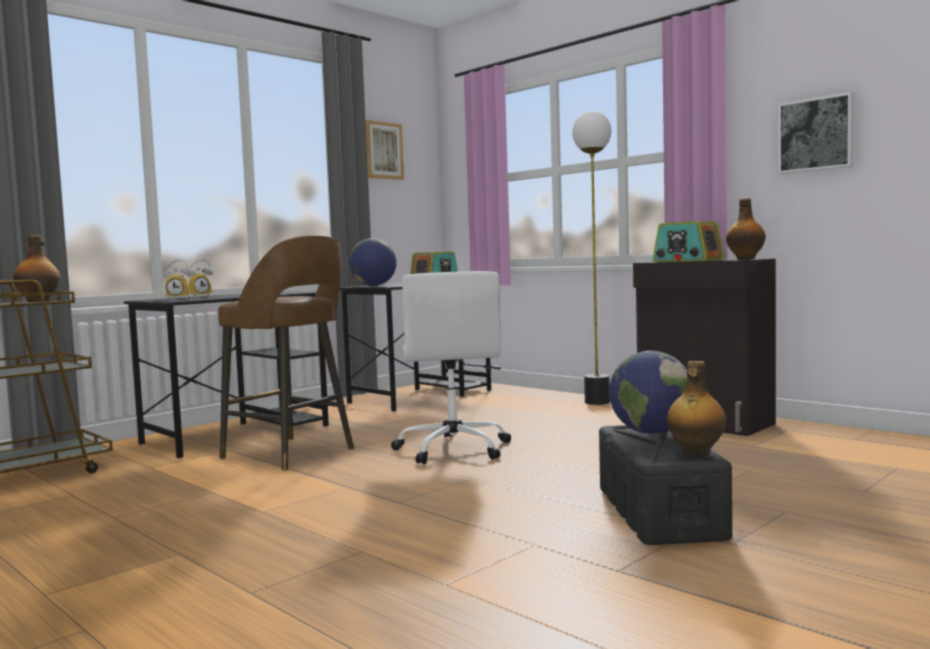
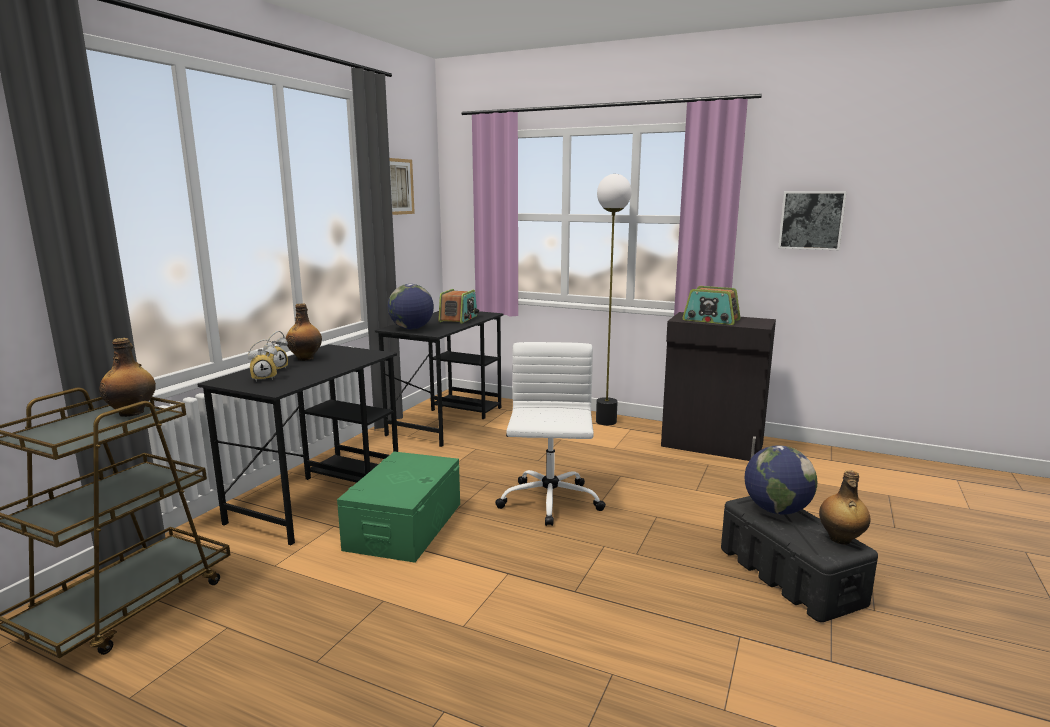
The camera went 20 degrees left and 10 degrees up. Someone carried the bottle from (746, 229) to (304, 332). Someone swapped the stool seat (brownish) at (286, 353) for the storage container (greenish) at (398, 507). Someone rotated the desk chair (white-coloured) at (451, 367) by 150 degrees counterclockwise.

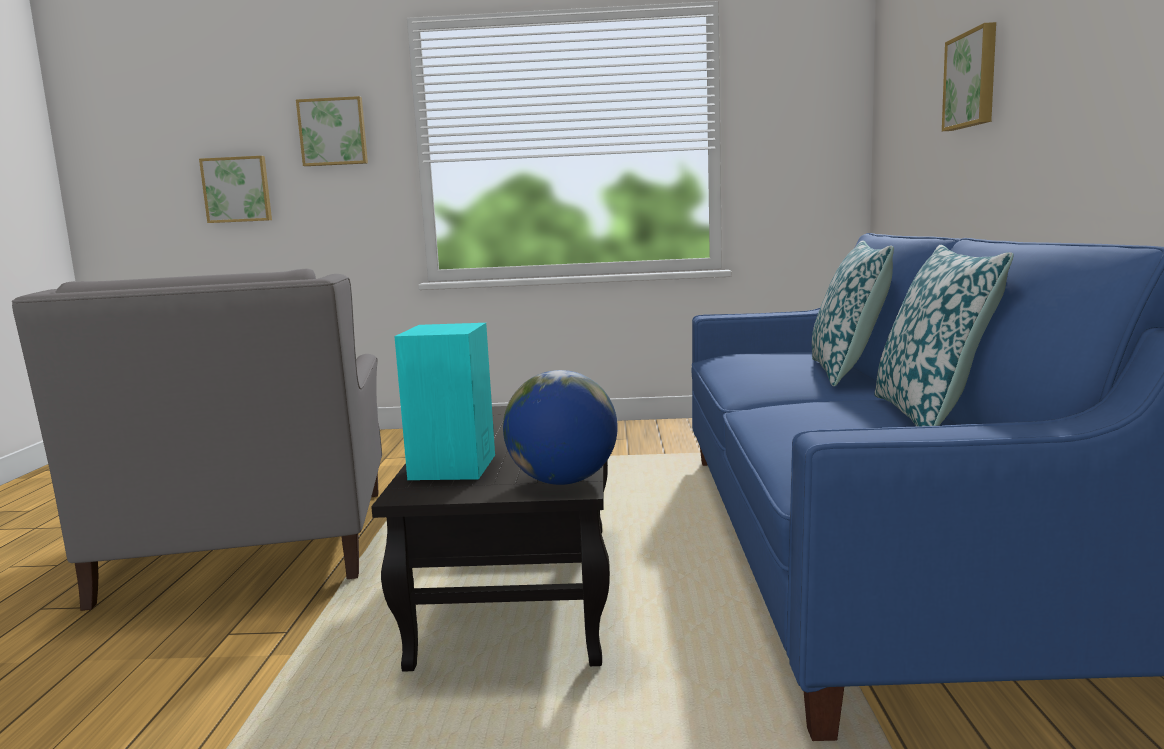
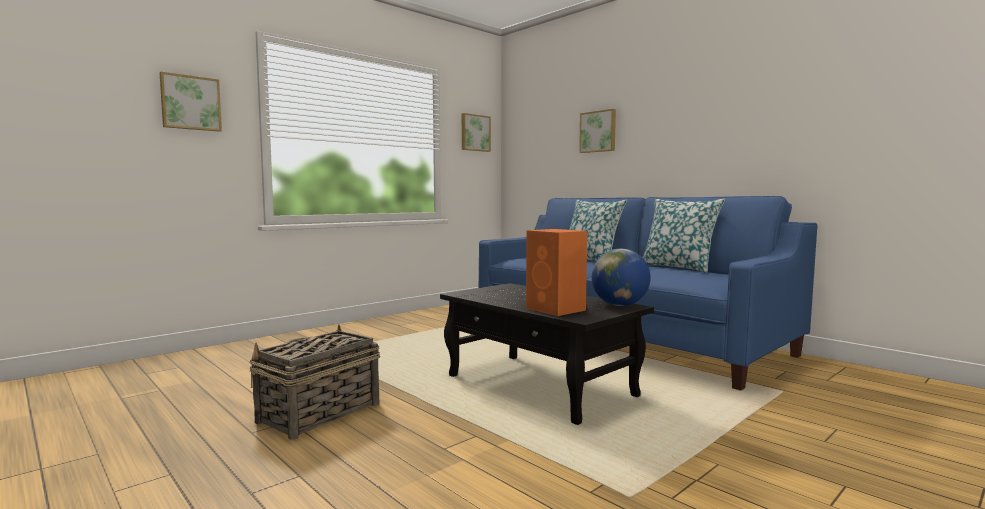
The camera went 45 degrees left and 5 degrees down. Someone carried the wall picture from (235, 189) to (476, 132). Someone swapped the easy chair (gray) at (197, 439) for the basket at (314, 382). Someone repainted the audio speaker (turquoise) at (444, 401), which became the audio speaker (orangey) at (556, 272).

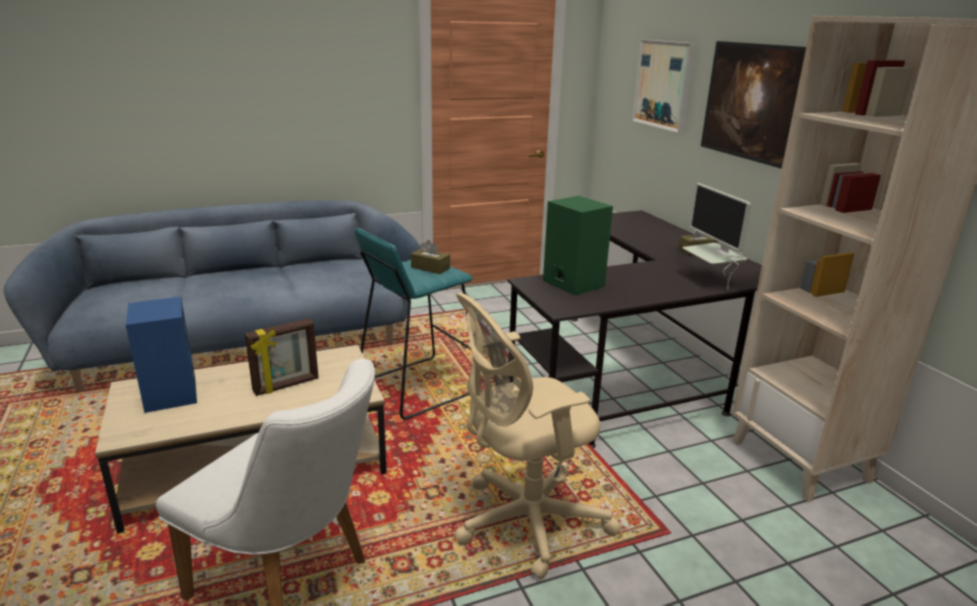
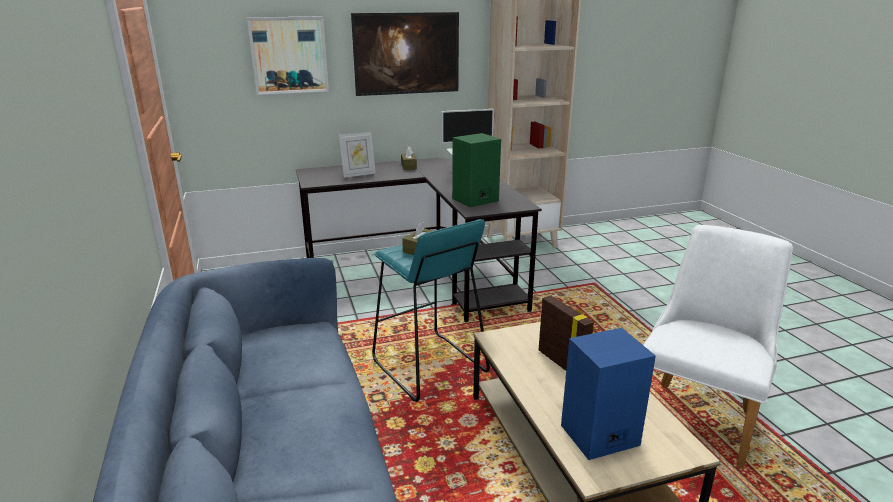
The camera went 85 degrees left and 0 degrees up. Someone took away the desk chair (sand-coloured) at (537, 436). Someone put down the picture frame at (357, 155).

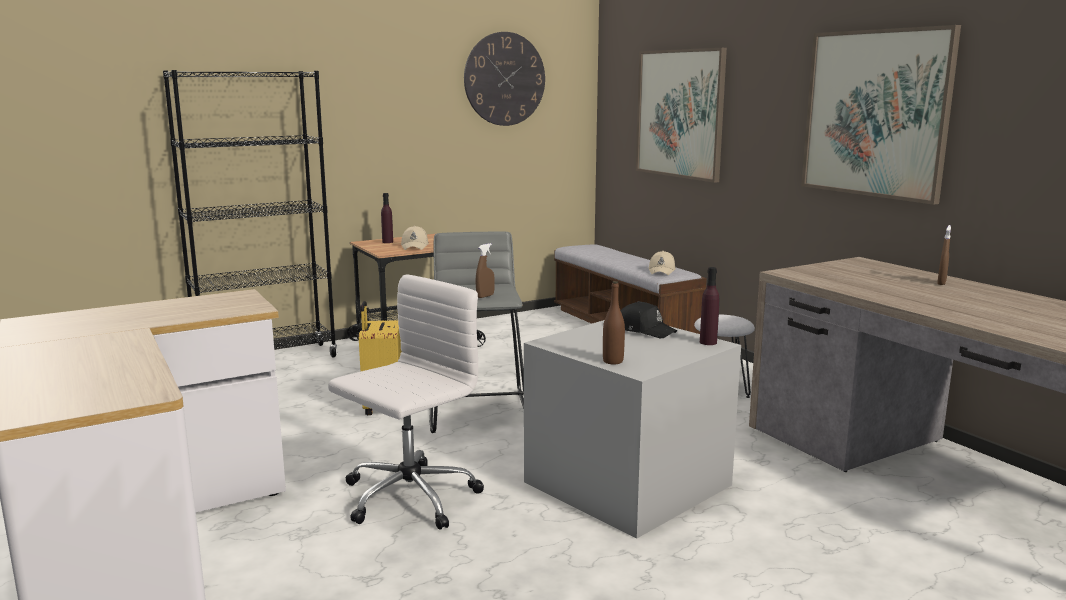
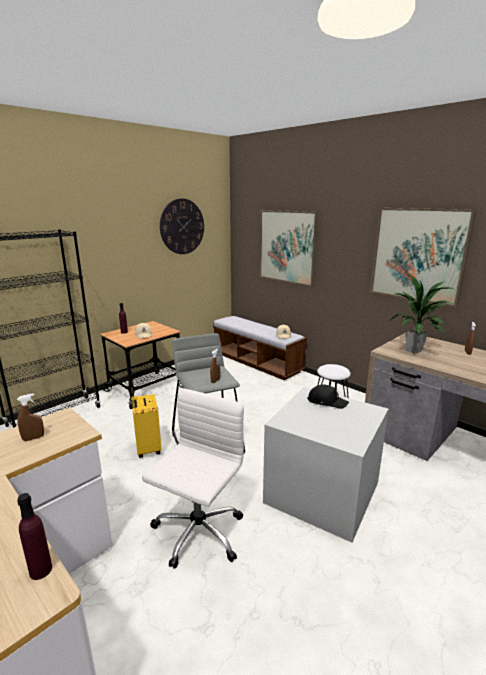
The camera went 15 degrees left and 5 degrees up. Someone carried the bottle (purple-coloured) from (709, 306) to (34, 536). Someone took away the bottle (brownish) at (614, 322). Someone put down the plant in a pot at (424, 314). Someone put down the spray bottle (brownish) at (30, 417).

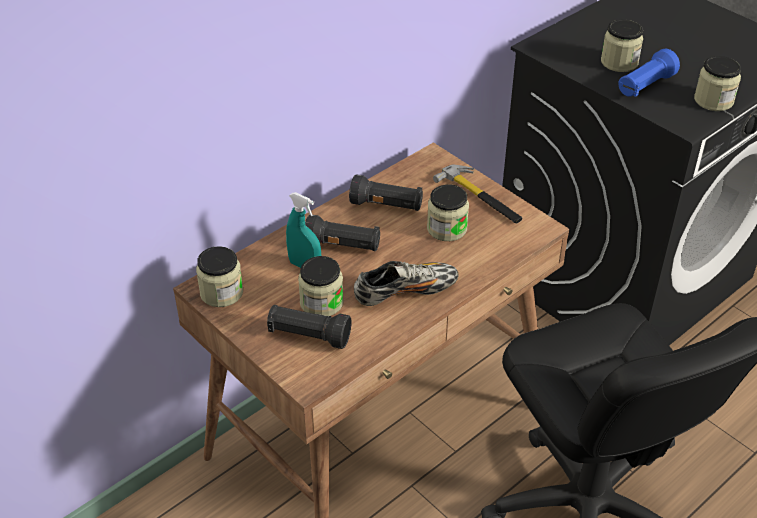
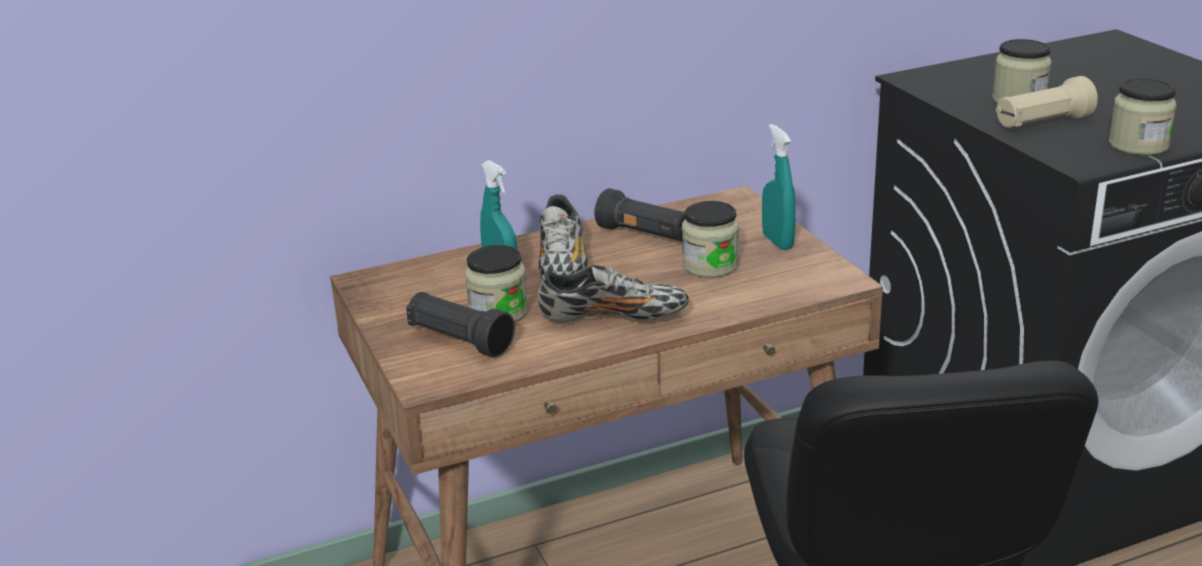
The camera went 20 degrees right and 15 degrees down. Someone repainted the hand torch (blue-coloured) at (649, 73), which became the hand torch (sand-coloured) at (1047, 102). Someone swapped the hammer at (477, 194) for the spray bottle (turquoise) at (779, 187). Someone swapped the hand torch (blackish) at (342, 233) for the low shoe at (563, 236). Someone took away the preserve jar at (219, 276).

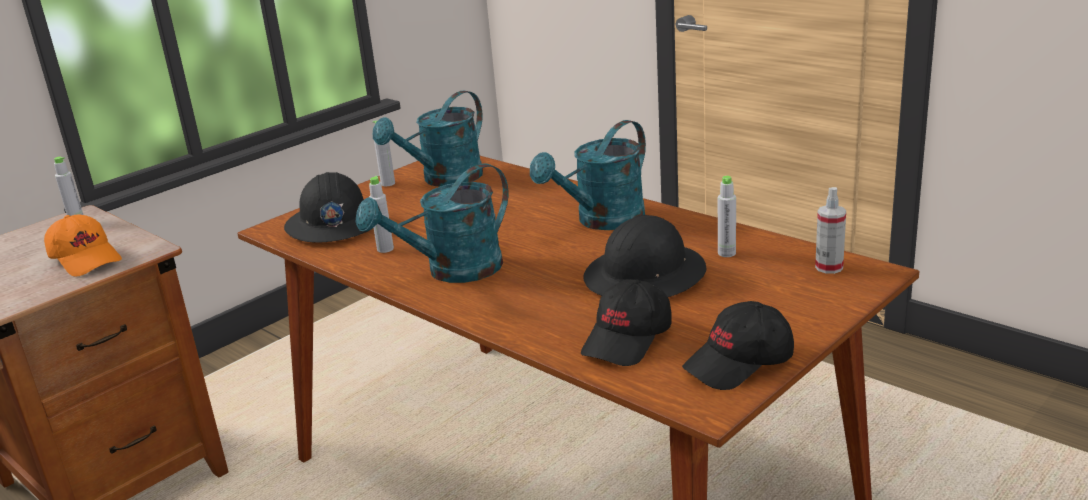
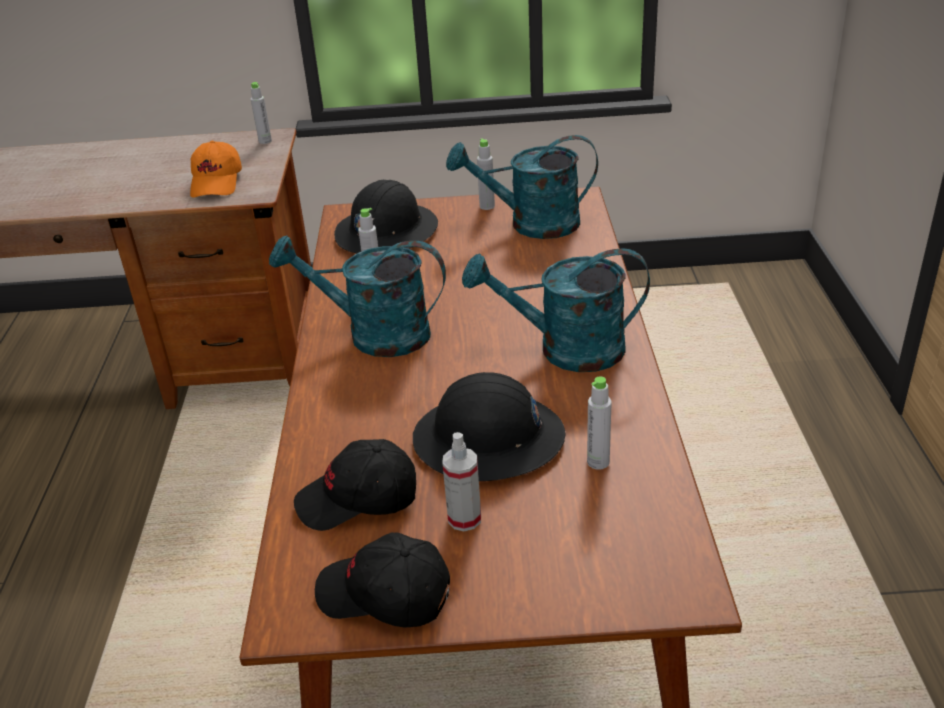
The camera went 45 degrees right and 10 degrees up. Someone carried the spray bottle from (830, 230) to (461, 481).

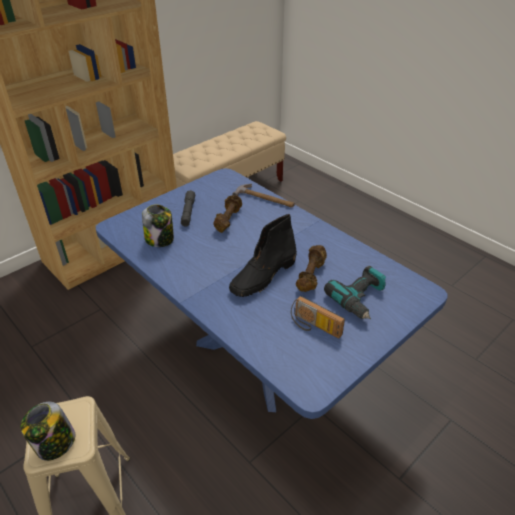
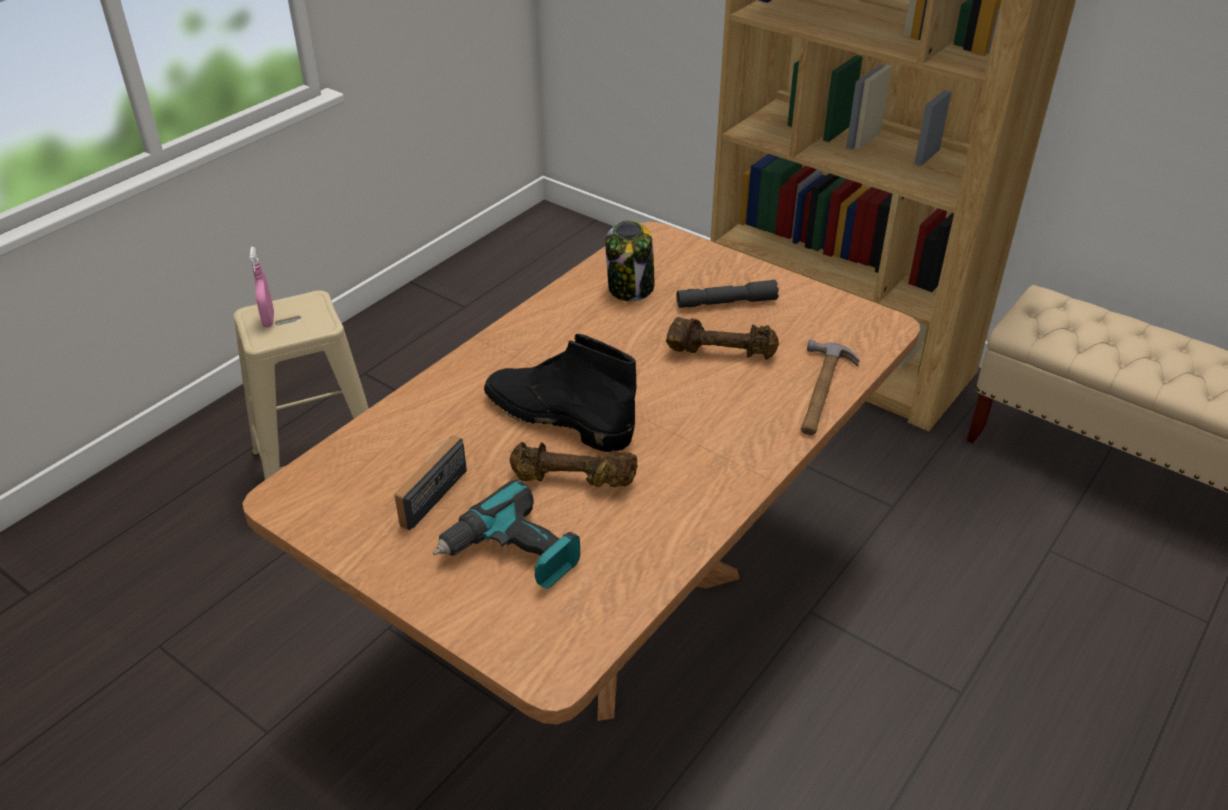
The camera went 80 degrees right and 0 degrees up. Someone repainted the kitchen table (blue-coloured) at (271, 293), which became the kitchen table (brownish) at (581, 473). Someone swapped the preserve jar at (47, 431) for the spray bottle (pinkish) at (261, 287).

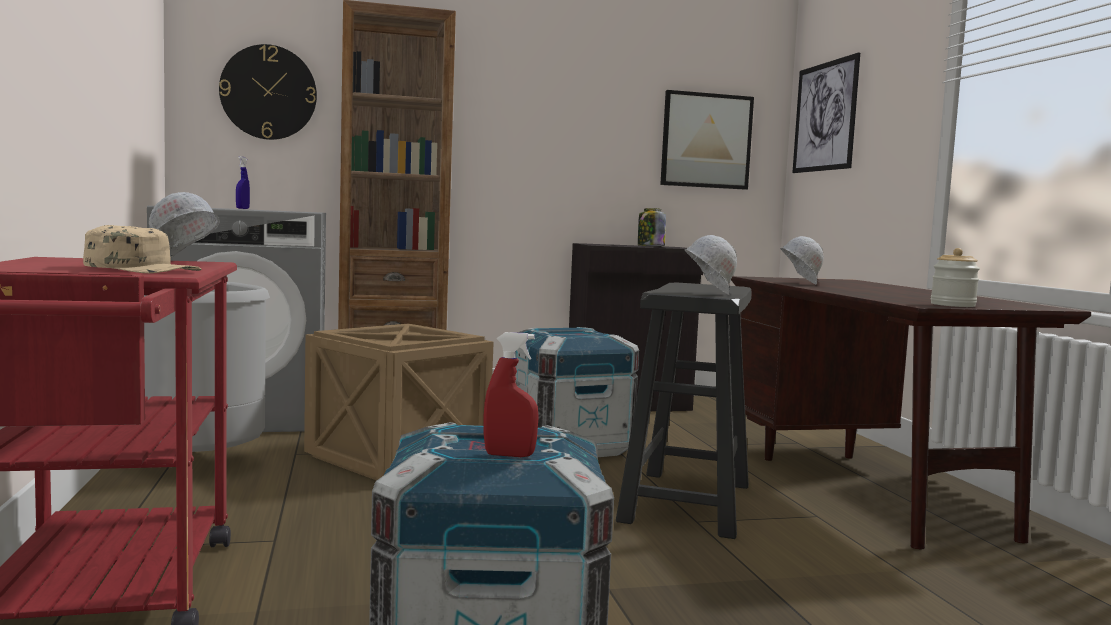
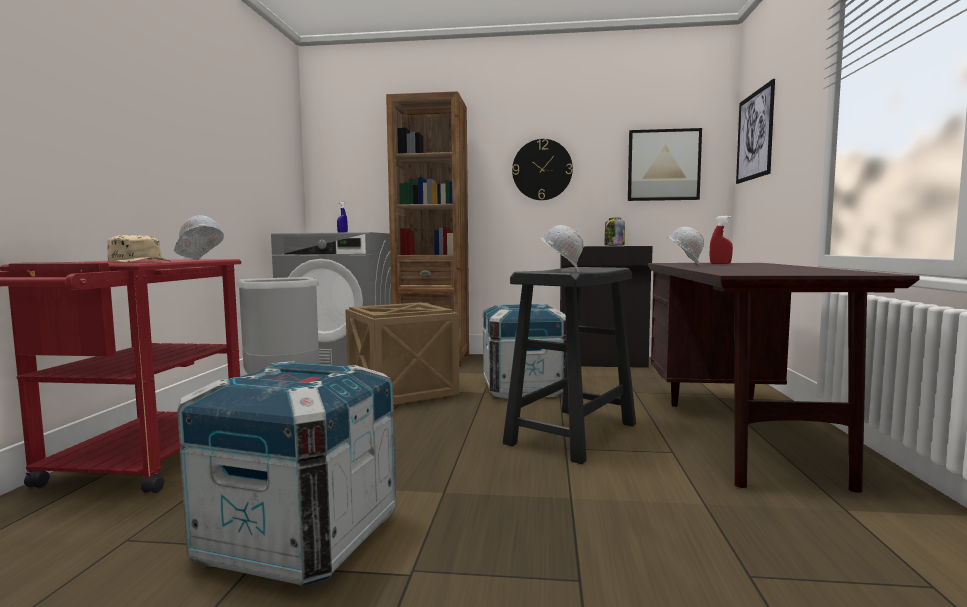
The camera went 20 degrees right and 0 degrees up. Someone carried the wall clock from (268, 92) to (542, 169). Someone took away the preserve jar at (955, 277). Someone carried the spray bottle (red-coloured) from (511, 394) to (721, 240).

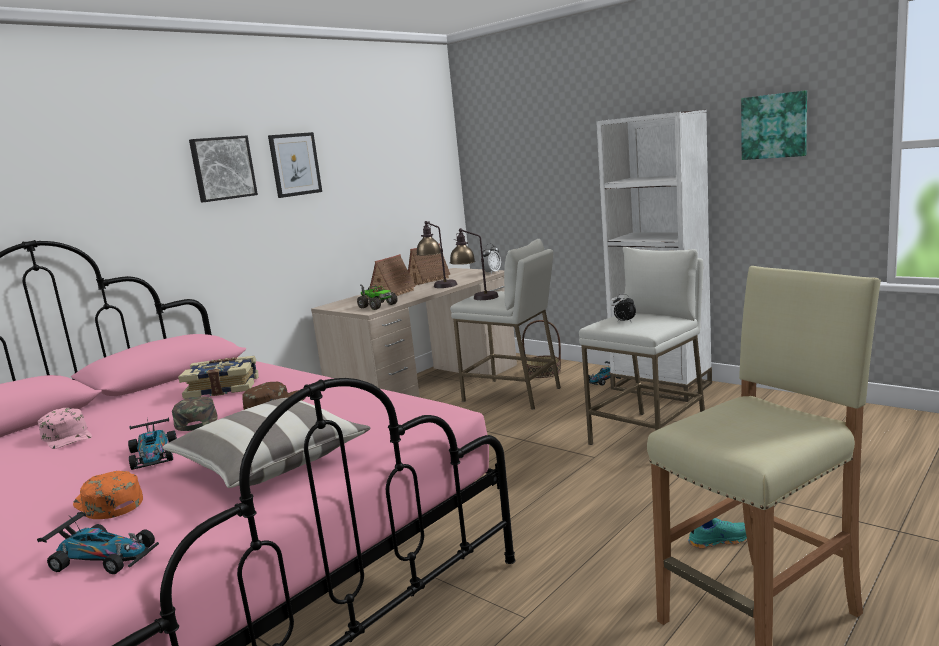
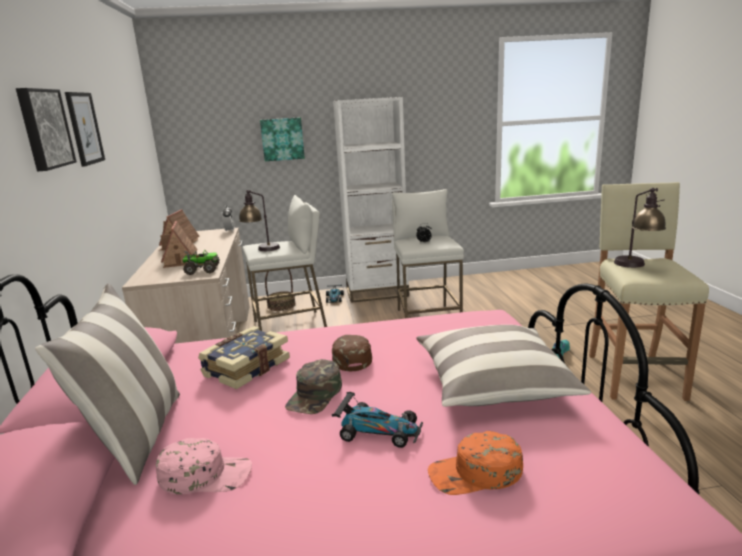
The camera went 50 degrees left and 5 degrees up. Someone carried the wall picture from (774, 125) to (282, 139). Someone carried the lamp for a table from (436, 254) to (640, 228). Someone rotated the peaked cap (greenish) at (195, 413) by 90 degrees counterclockwise. Someone took away the miniature car at (98, 543). Someone put down the cushion at (107, 384).

